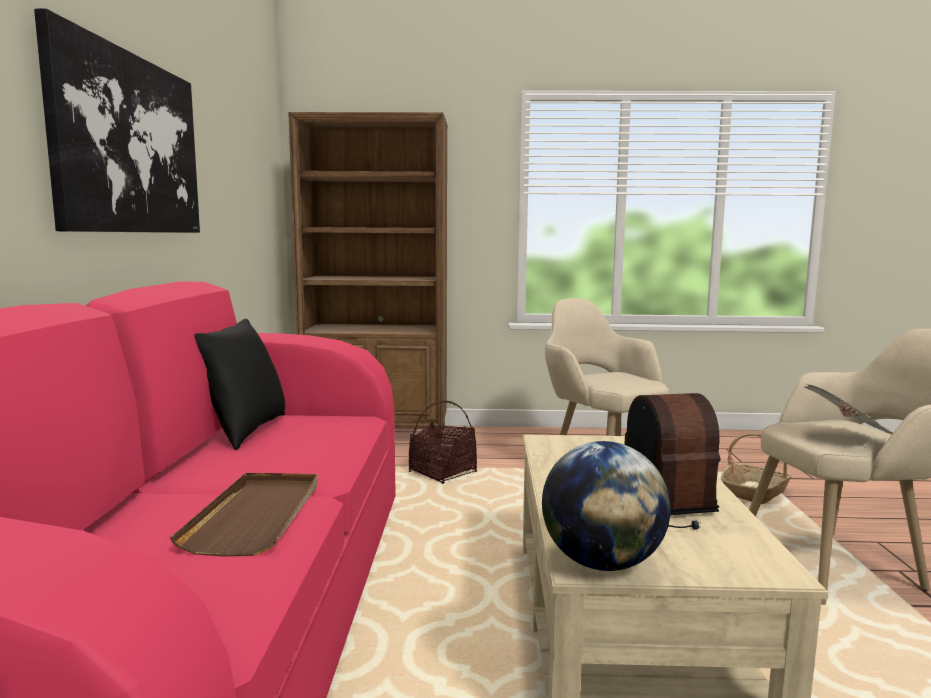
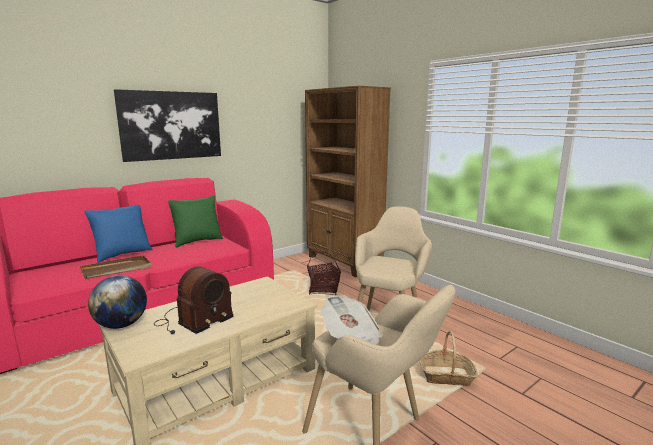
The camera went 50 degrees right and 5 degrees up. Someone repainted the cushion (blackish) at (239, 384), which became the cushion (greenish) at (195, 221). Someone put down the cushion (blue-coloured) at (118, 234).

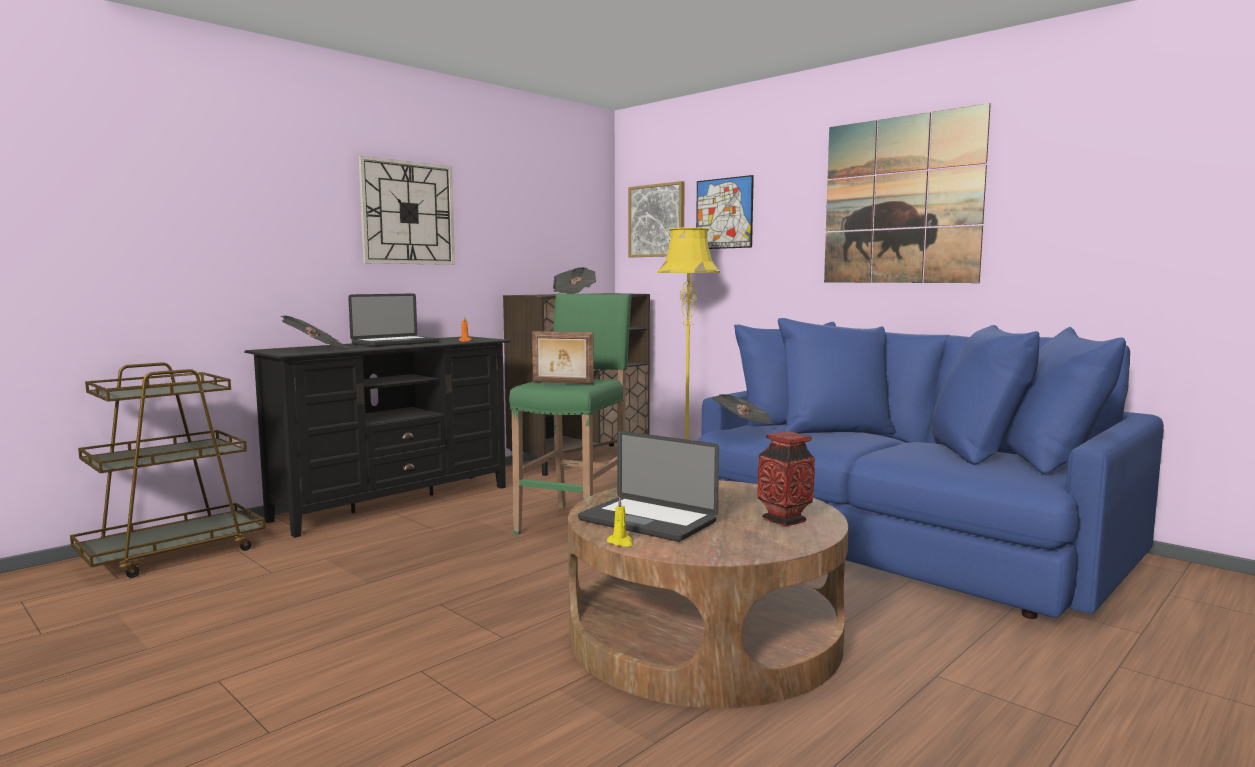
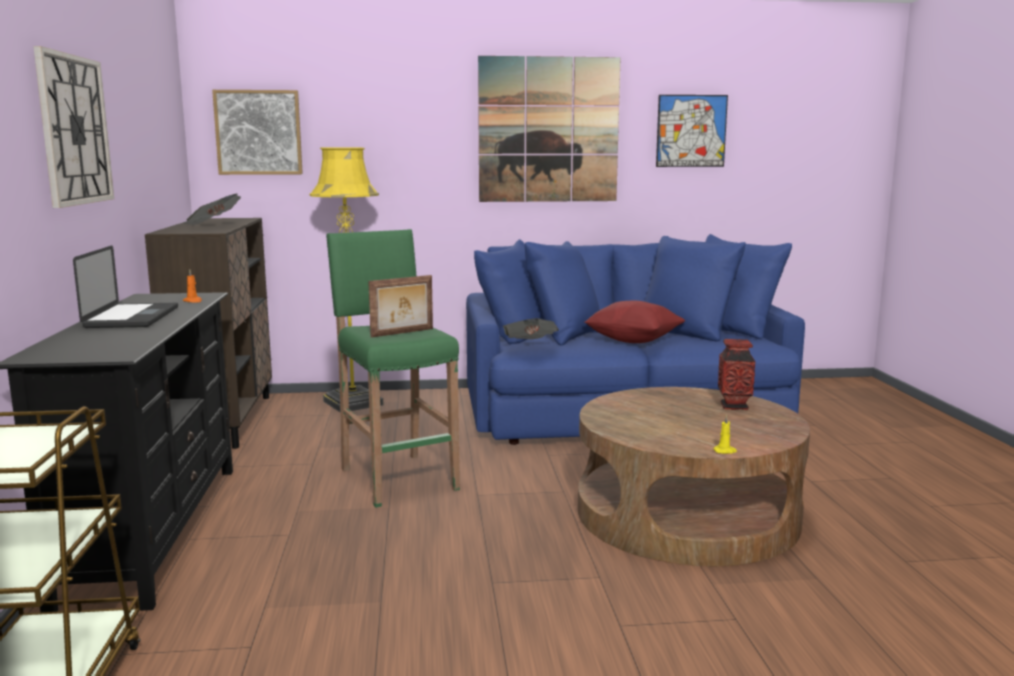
The camera went 50 degrees left and 5 degrees up. Someone carried the wall picture from (725, 212) to (692, 131). Someone took away the daily paper at (315, 332). Someone took away the portable computer at (648, 486). Someone put down the cushion (red-coloured) at (634, 322).

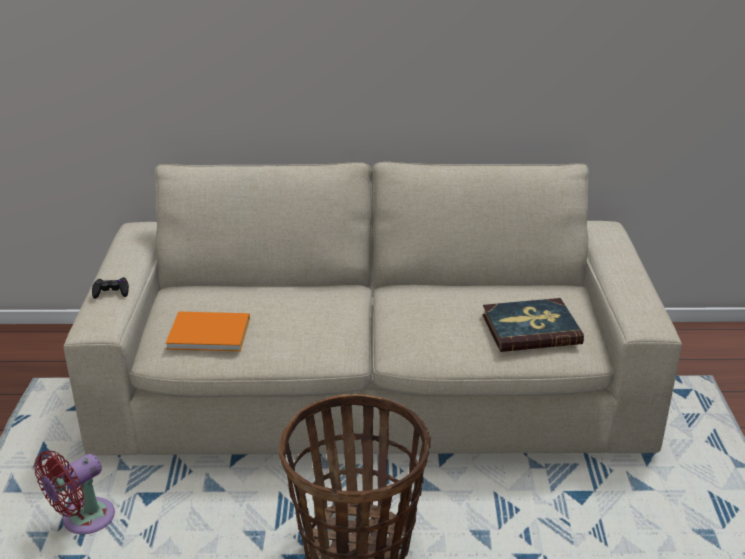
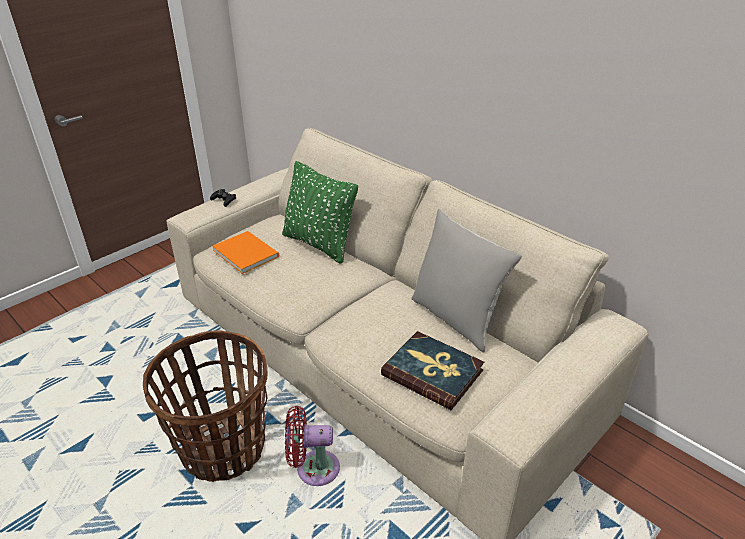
The camera went 45 degrees right and 5 degrees up. Someone carried the electric fan (red-coloured) from (74, 492) to (312, 446). Someone put down the cushion (greenish) at (320, 212). Someone put down the cushion (gray) at (466, 281).

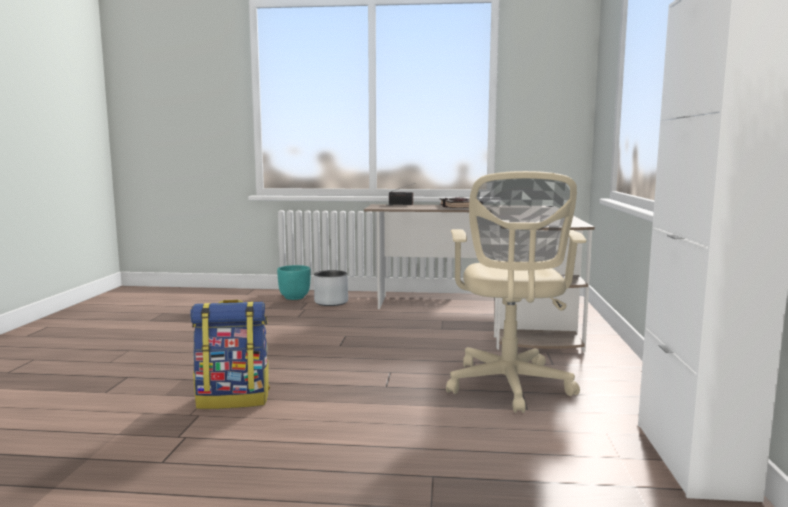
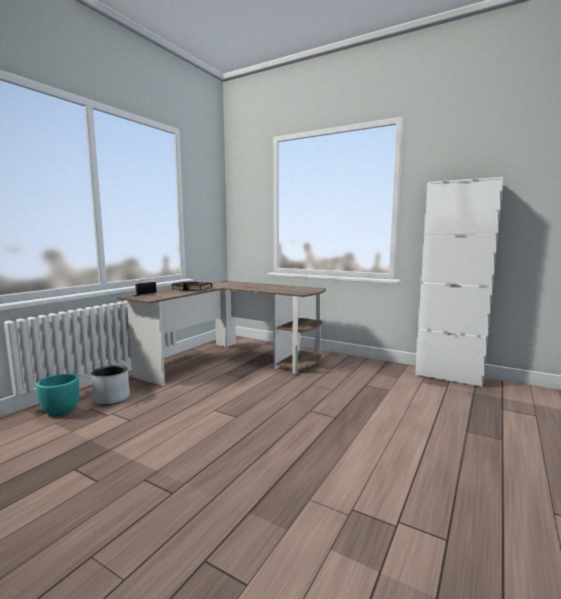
The camera went 65 degrees left and 0 degrees up. Someone took away the desk chair (sand-coloured) at (516, 292). Someone took away the backpack at (230, 354).

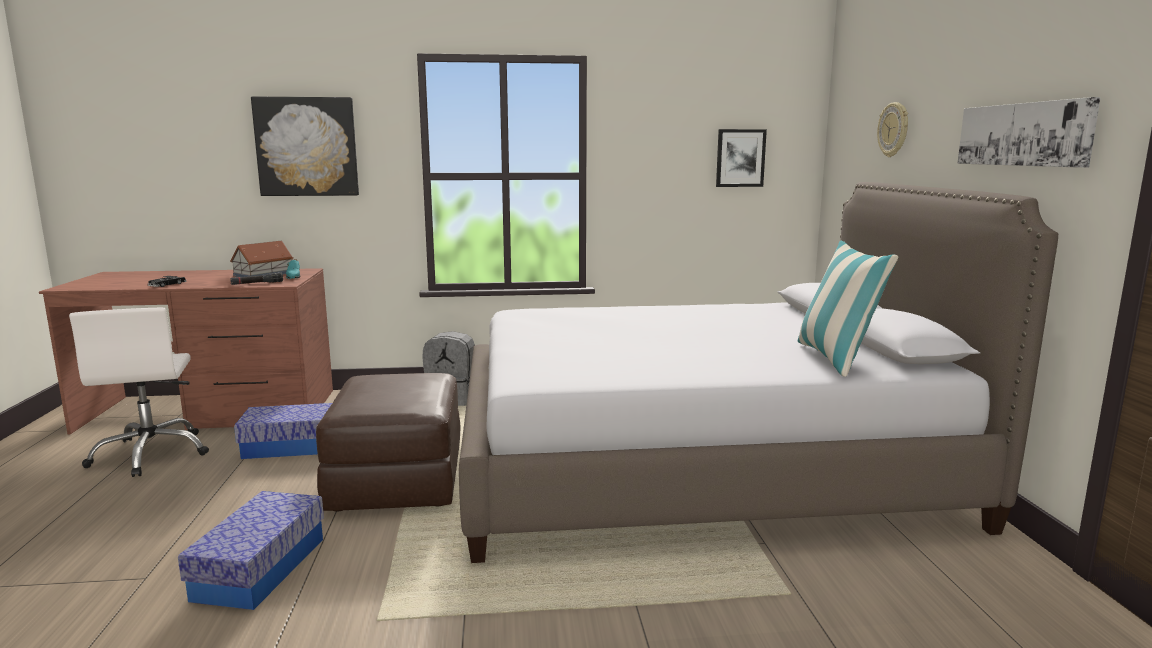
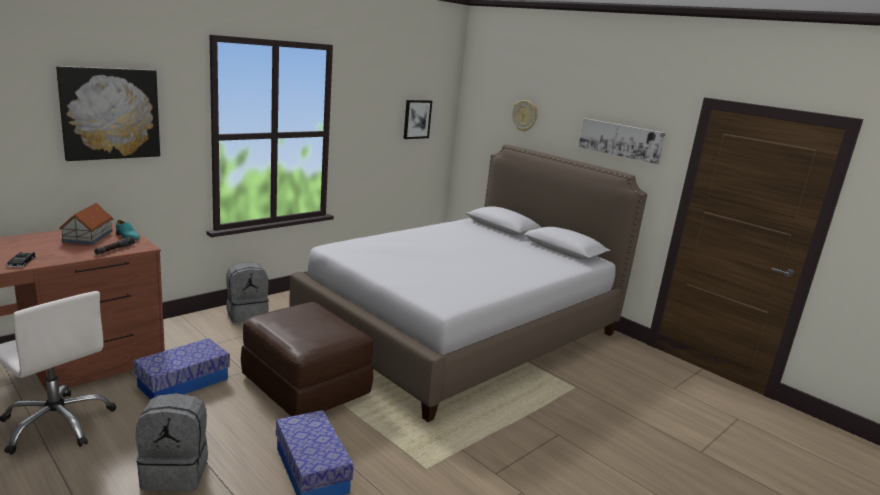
The camera went 40 degrees left and 5 degrees up. Someone took away the cushion at (848, 309). Someone put down the backpack (gray) at (172, 442).

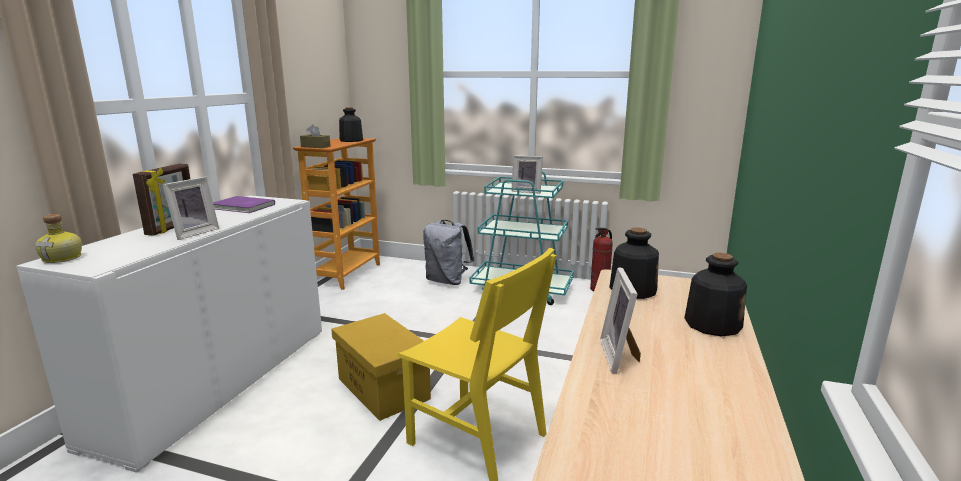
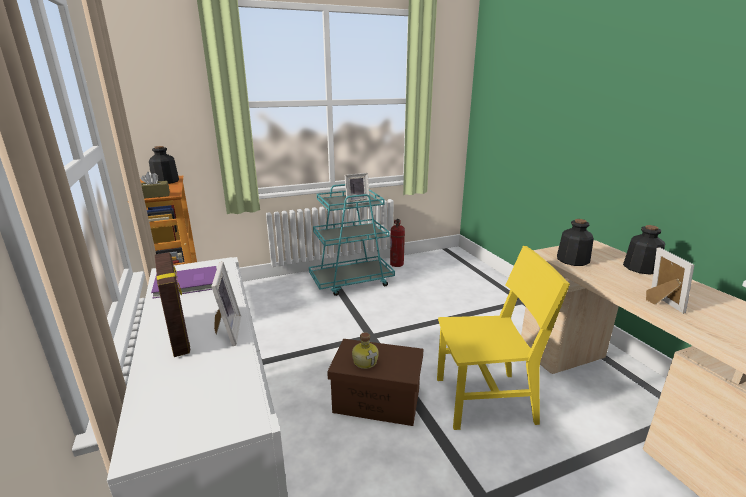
The camera went 40 degrees left and 5 degrees up. Someone carried the bottle from (58, 238) to (365, 350). Someone took away the backpack (gray) at (448, 252). Someone rotated the picture frame at (620, 320) by 150 degrees counterclockwise. Someone repainted the storage container (yellowish) at (381, 367), which became the storage container (brownish) at (375, 382).

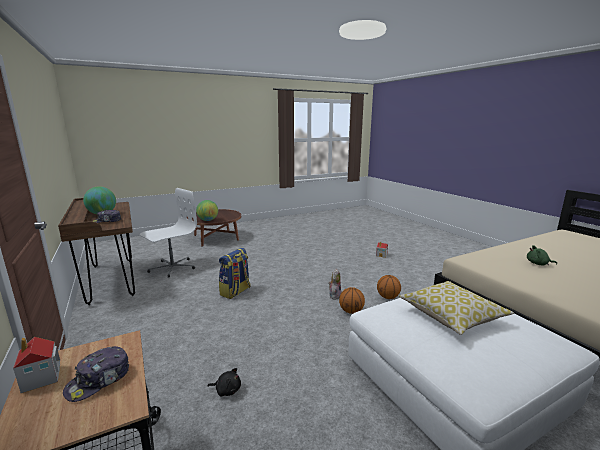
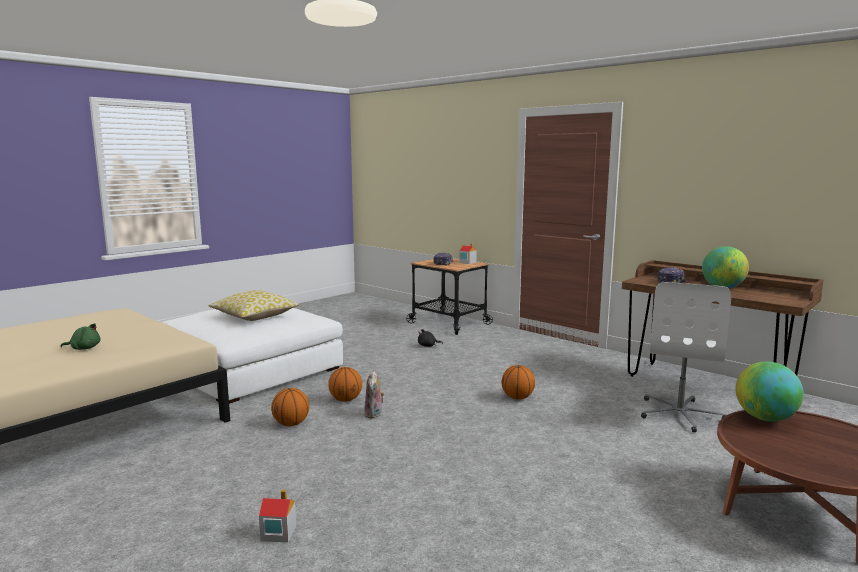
The camera went 160 degrees right and 5 degrees down. Someone swapped the backpack at (235, 273) for the basketball at (518, 382).

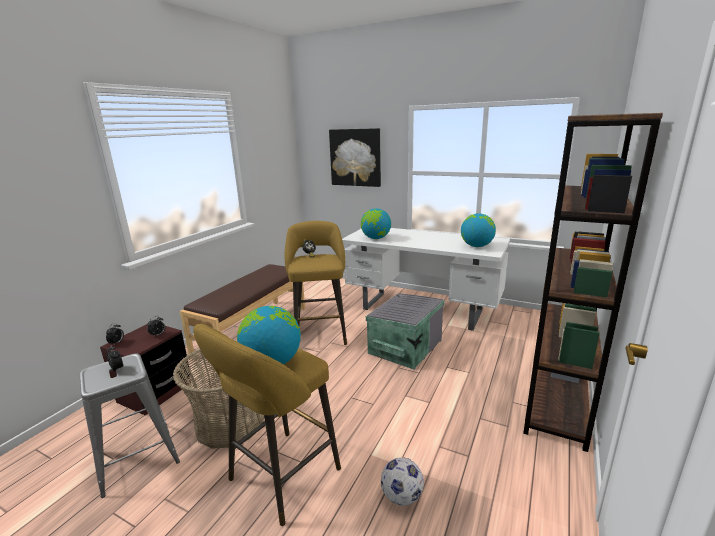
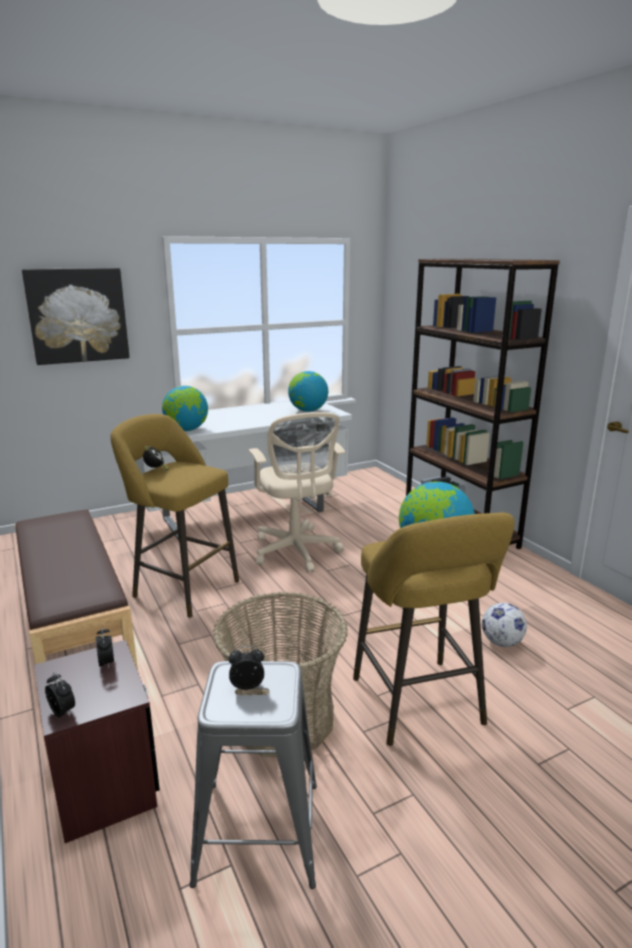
The camera went 55 degrees left and 0 degrees up. Someone swapped the storage container (gray) at (405, 331) for the desk chair (sand-coloured) at (297, 492).

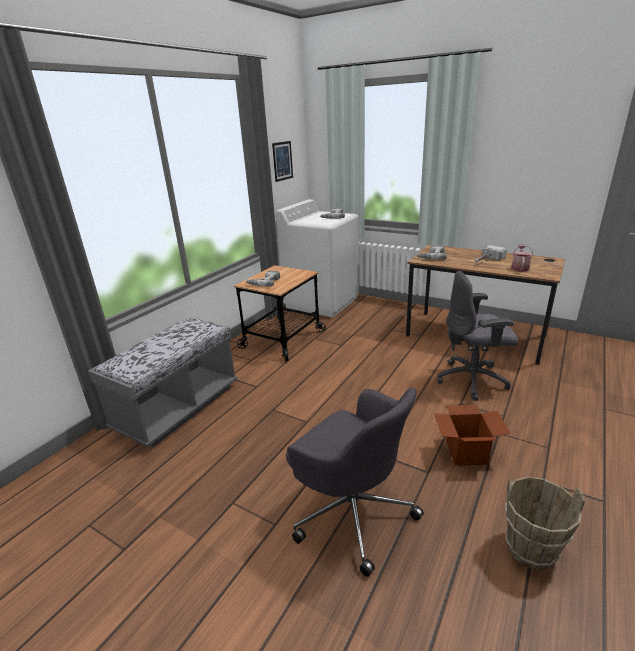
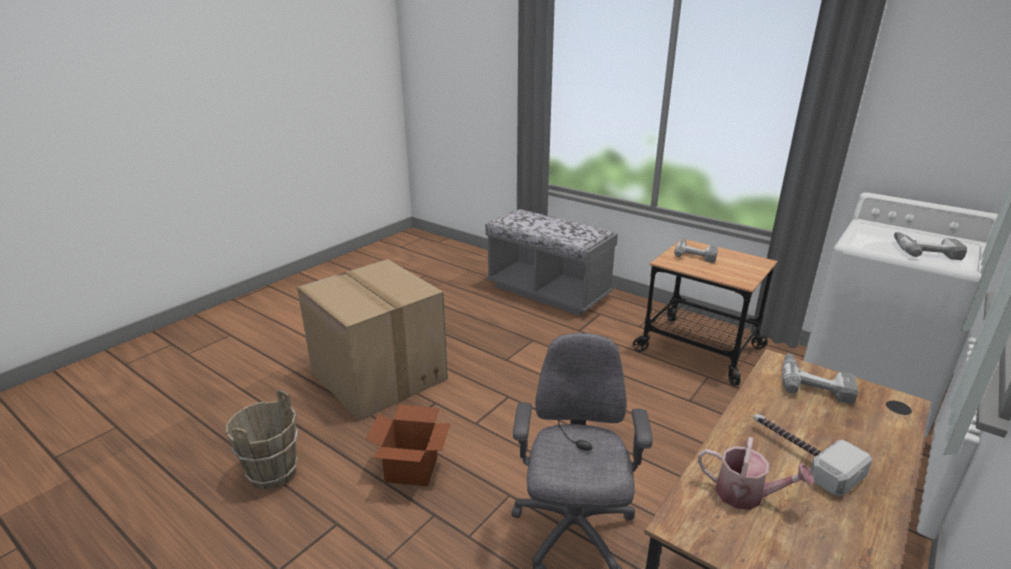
The camera went 95 degrees right and 0 degrees up. Someone took away the wall picture at (282, 161). Someone swapped the desk chair (gray) at (355, 482) for the carton at (372, 340).

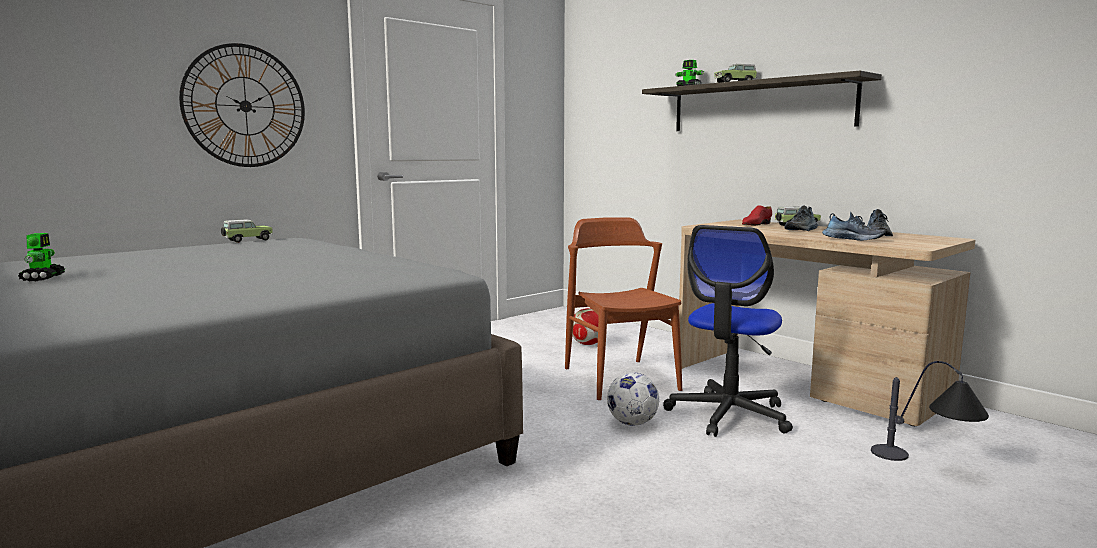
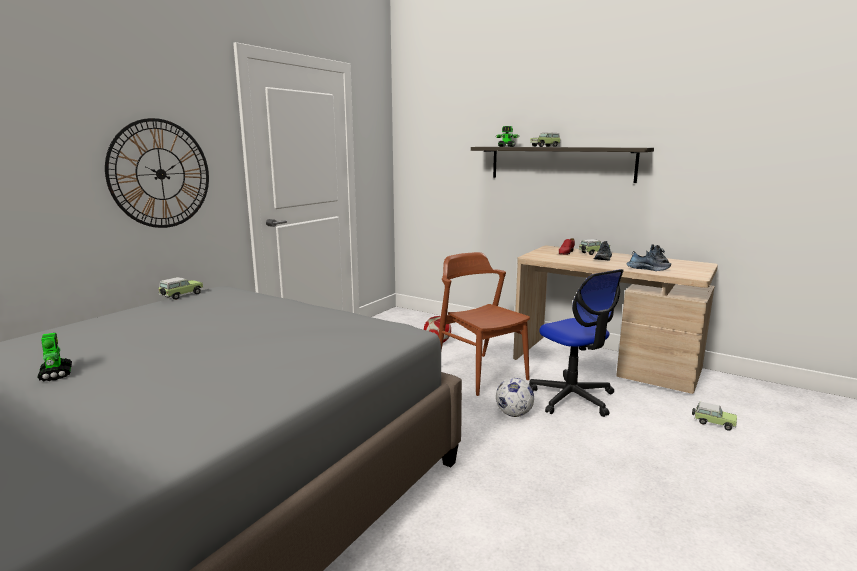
The camera went 15 degrees left and 5 degrees up. Someone rotated the desk chair at (728, 331) by 45 degrees counterclockwise. Someone swapped the lamp for a table at (930, 411) for the miniature car at (714, 416).

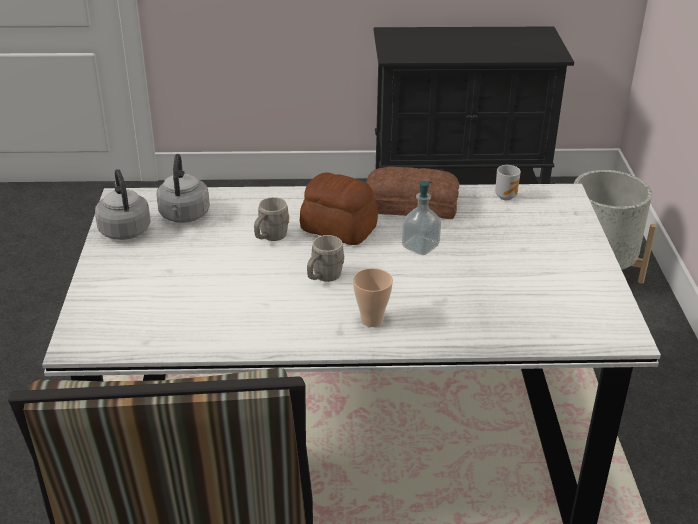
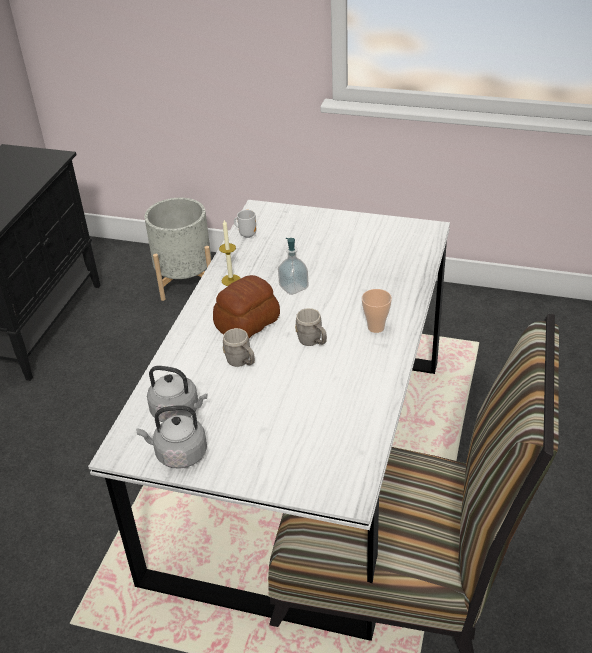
The camera went 70 degrees left and 5 degrees up. Someone swapped the baked bread at (412, 192) for the wax candle at (229, 253).

